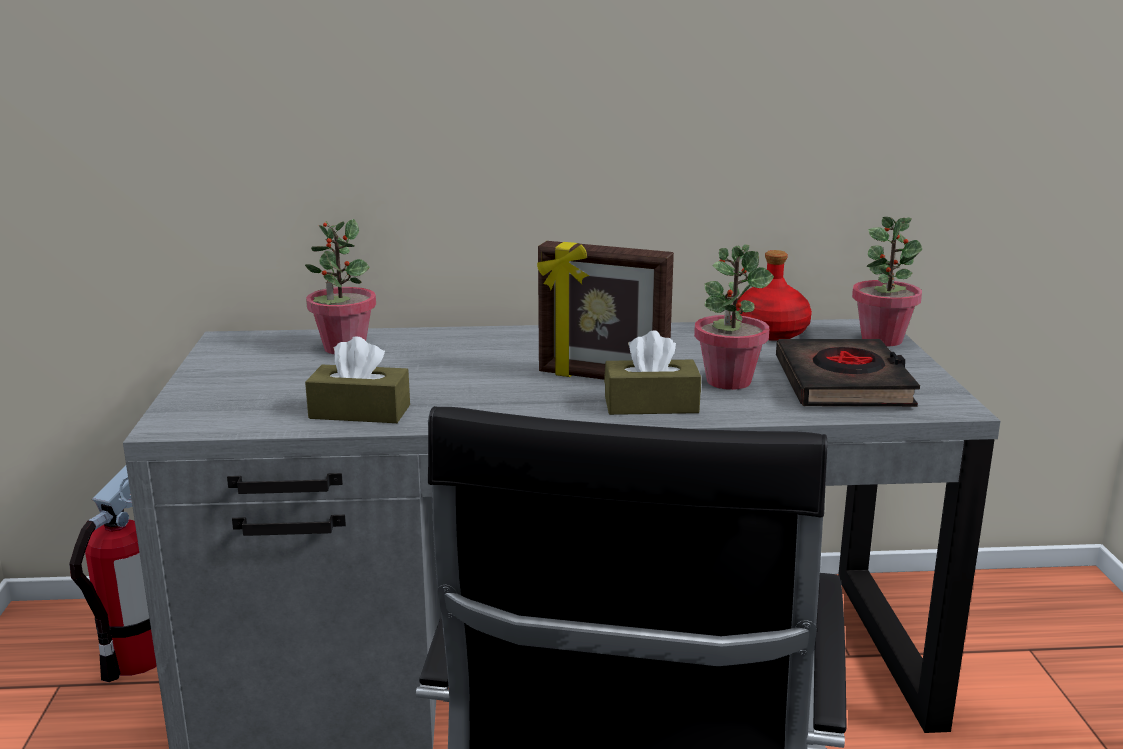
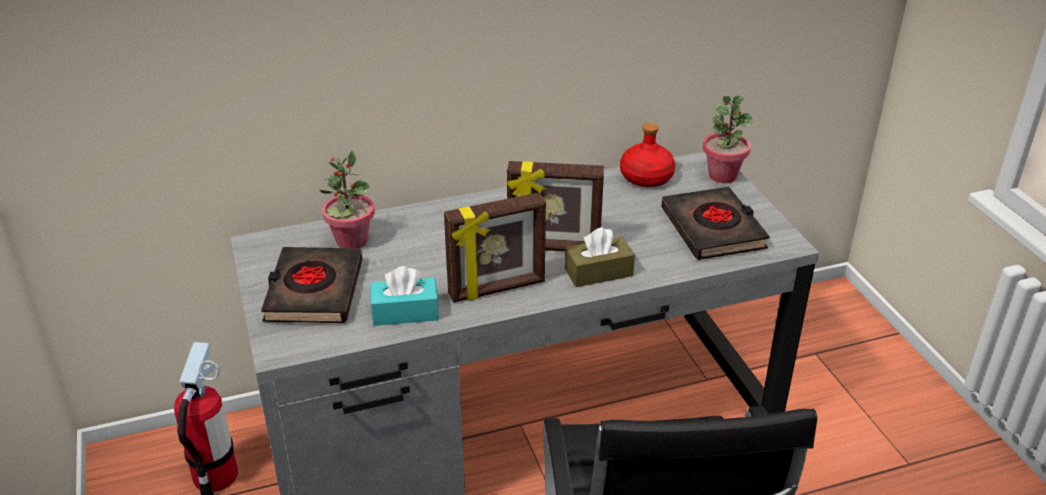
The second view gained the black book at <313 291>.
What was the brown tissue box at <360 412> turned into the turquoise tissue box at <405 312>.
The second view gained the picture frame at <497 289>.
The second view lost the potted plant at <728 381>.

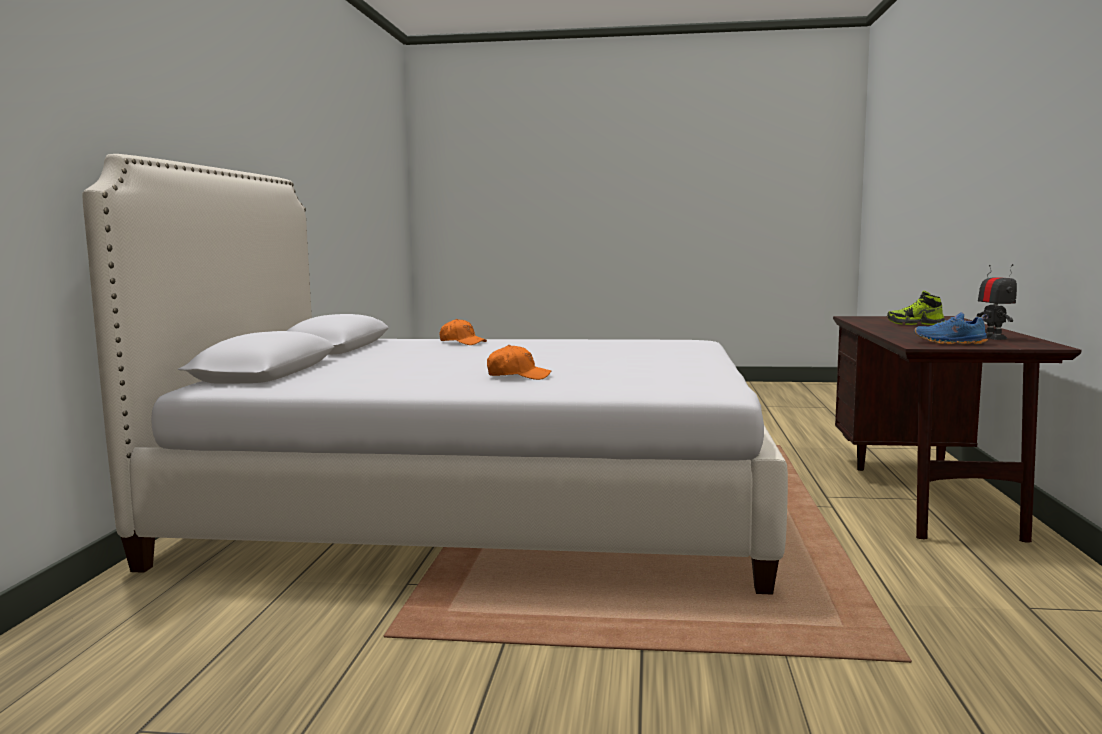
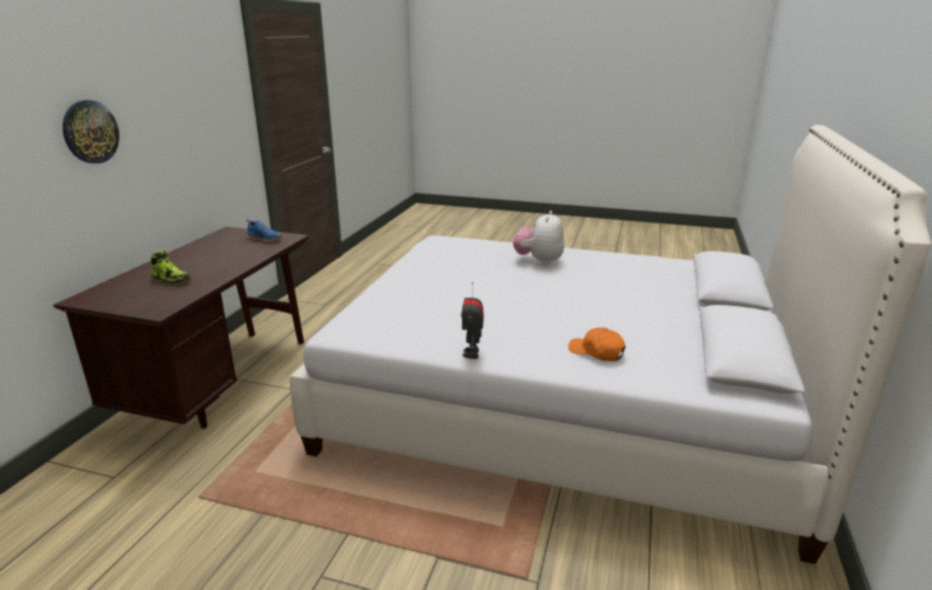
The second view gained the wall clock at <90 132>.
The toy robot ended up elsewhere, having gone from <994 338> to <472 353>.
Where the orange cap stood at <518 376>, the plush toy came to stand at <539 261>.

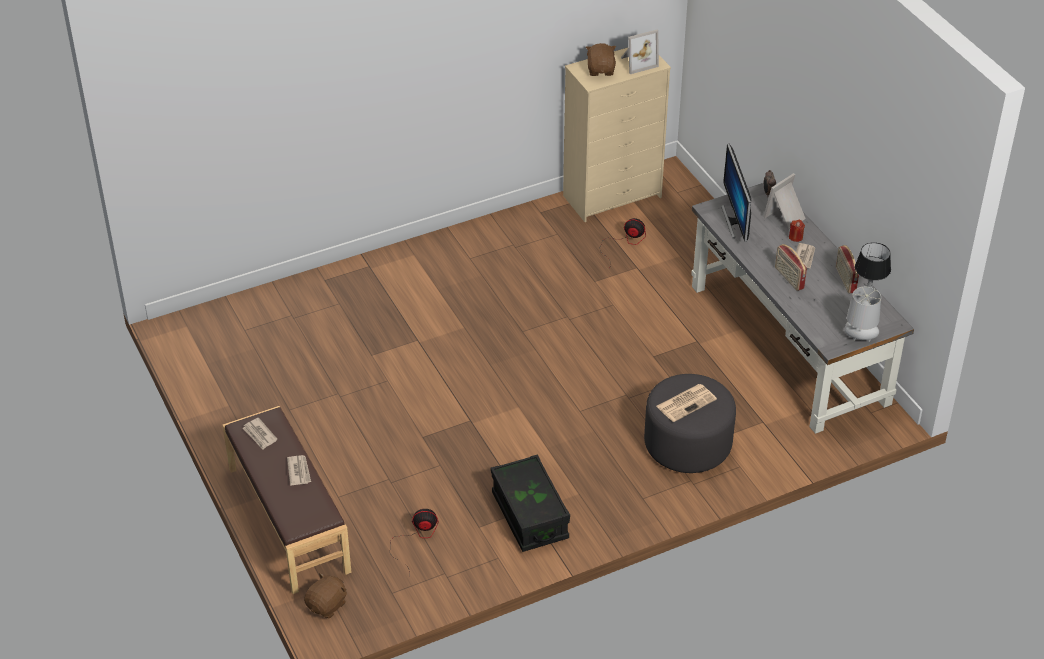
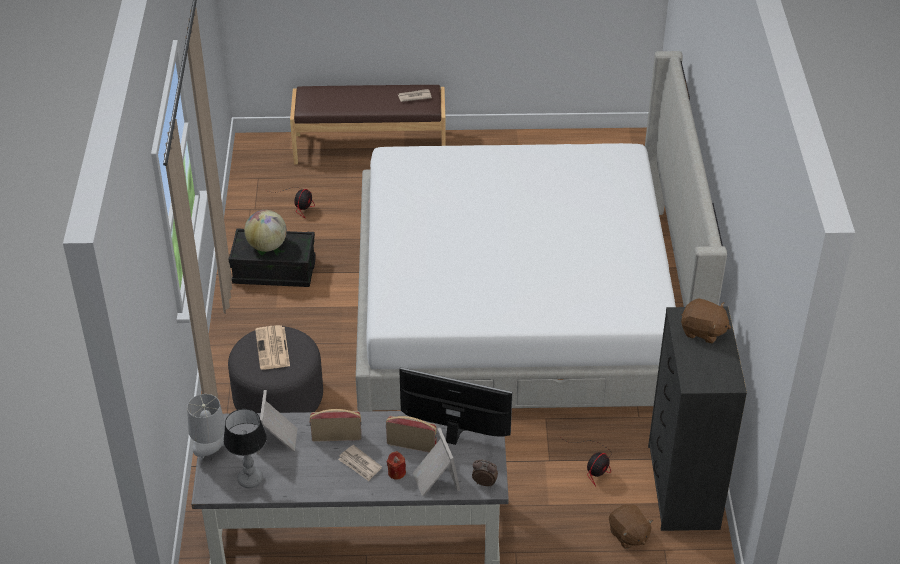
The second view gained the globe at <267 246>.
The picture frame ended up elsewhere, having gone from <637 62> to <278 439>.
The second view gained the bed at <521 308>.
The radio ended up elsewhere, having gone from <845 280> to <412 445>.
The brown plush toy ended up elsewhere, having gone from <327 605> to <628 535>.
What was the beige dresser at <613 196> turned into the black dresser at <683 488>.
The second view lost the newspaper at <299 471>.

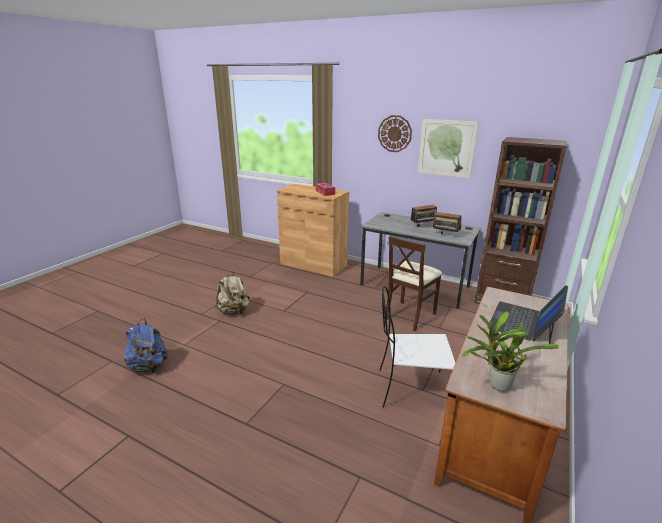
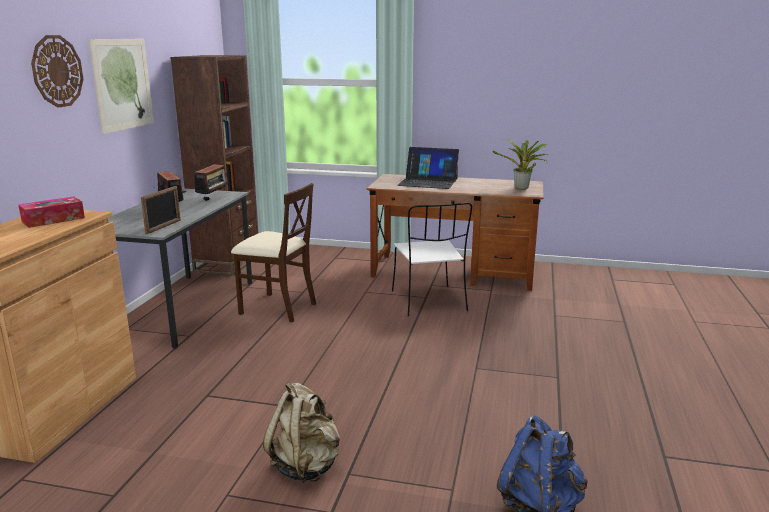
The second view gained the picture frame at <164 227>.

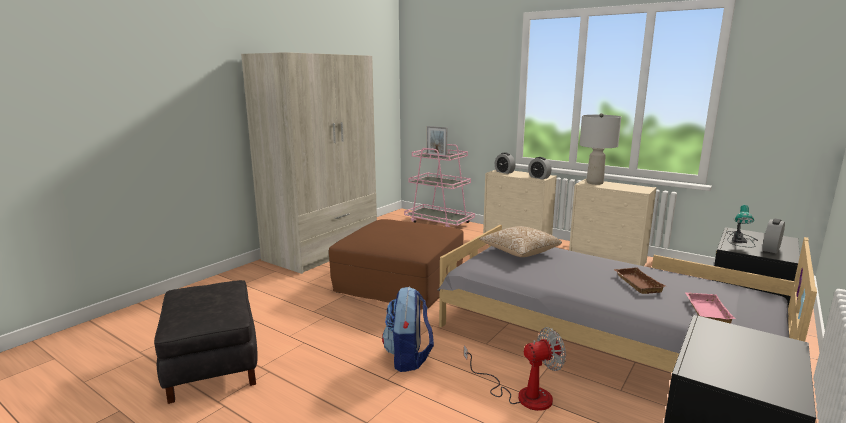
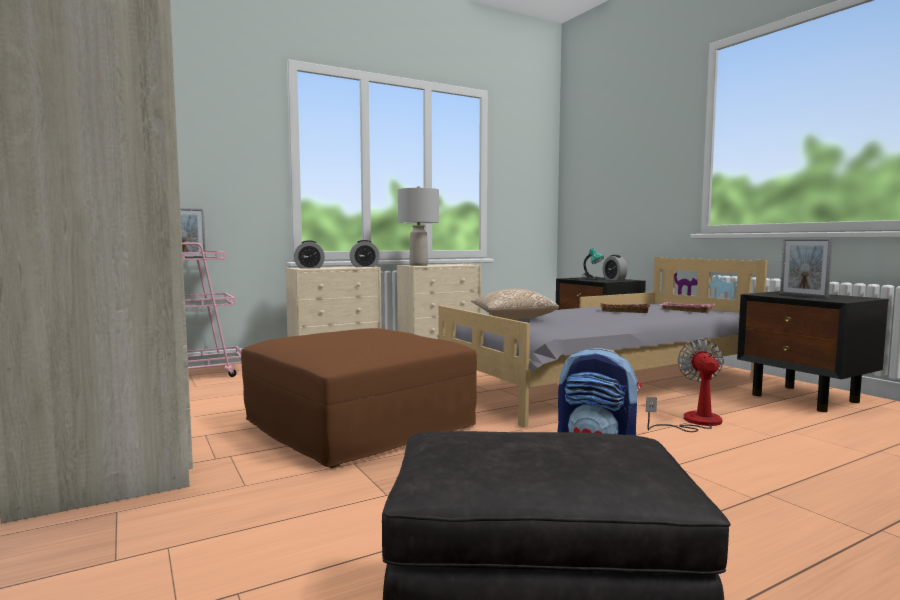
The second view gained the picture frame at <803 295>.

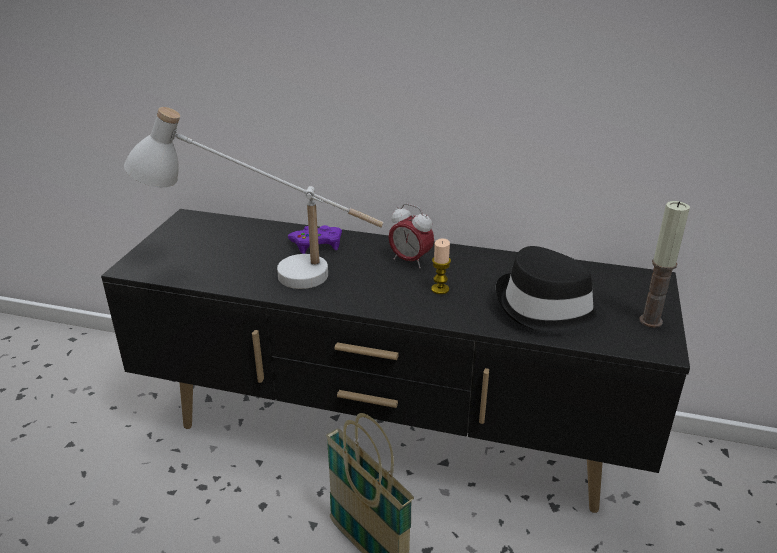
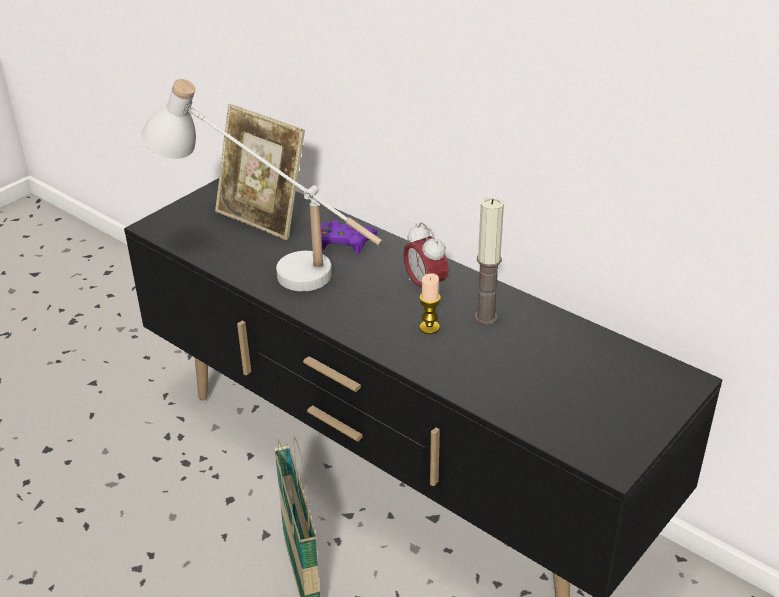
The second view gained the picture frame at <262 218>.
The candle ended up elsewhere, having gone from <650 321> to <486 317>.
The second view lost the black hat at <547 309>.

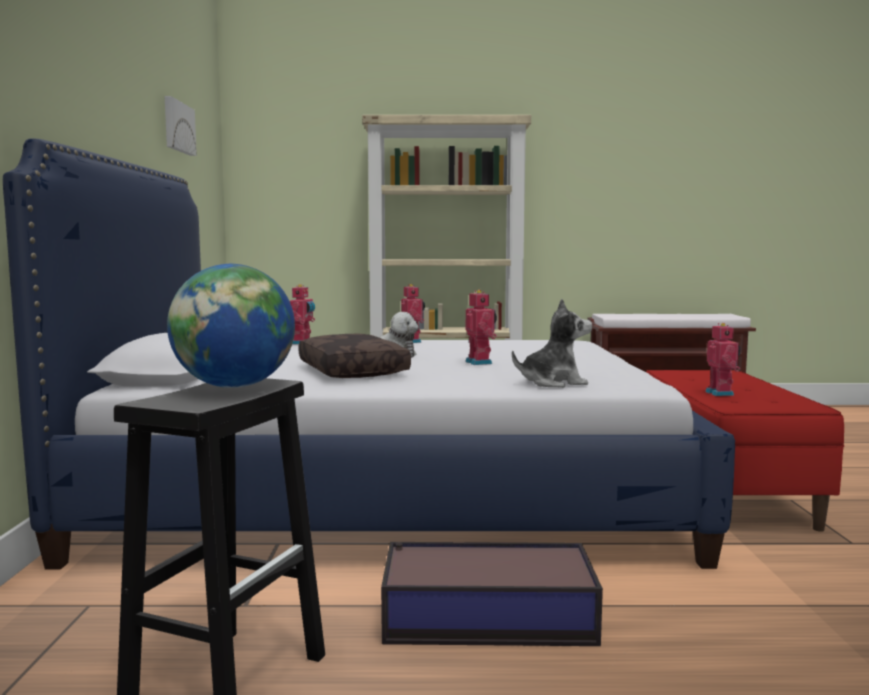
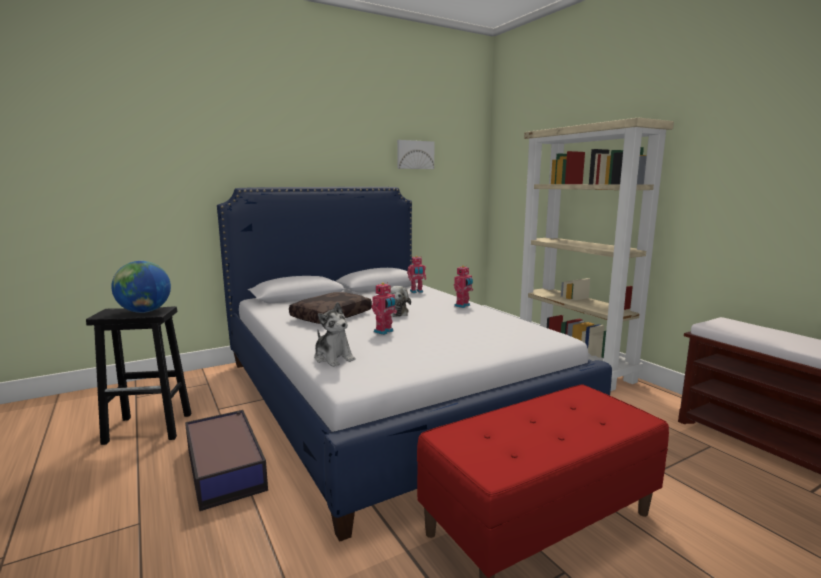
The second view lost the toy robot at <721 393>.

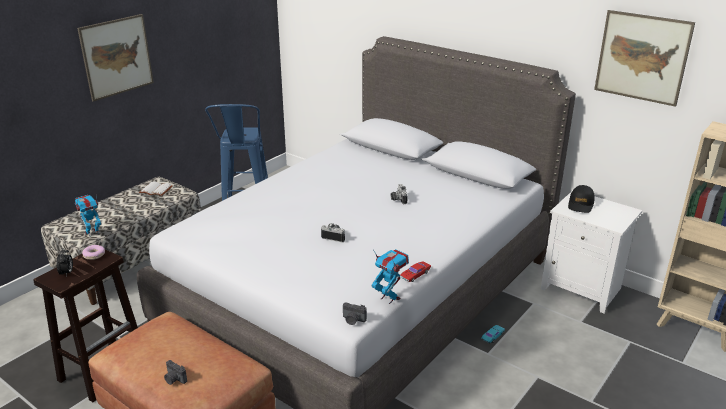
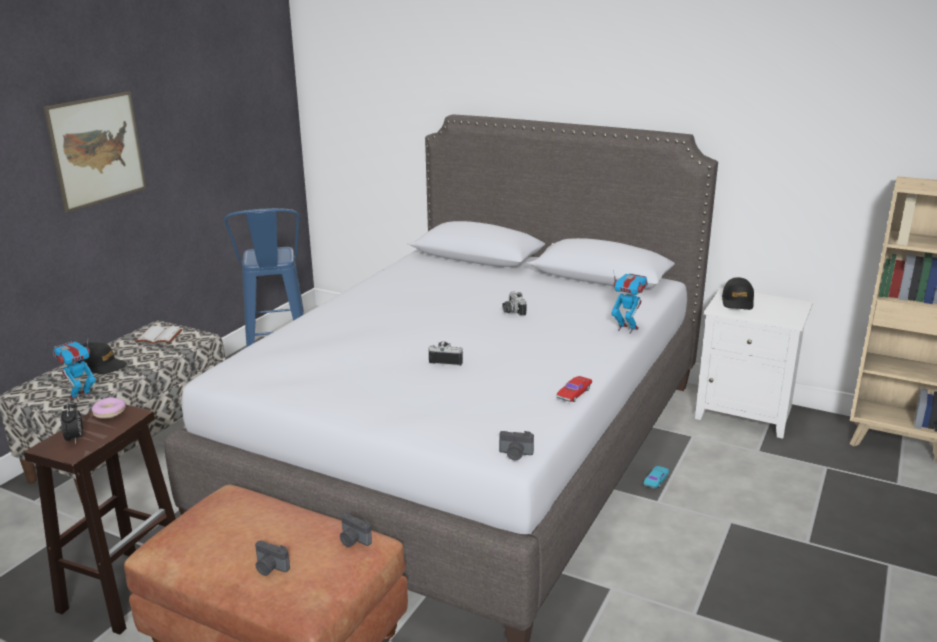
The second view gained the black cap at <100 365>.
The second view gained the photo camera at <353 540>.
The toy robot ended up elsewhere, having gone from <389 298> to <627 329>.
The second view lost the picture at <642 57>.

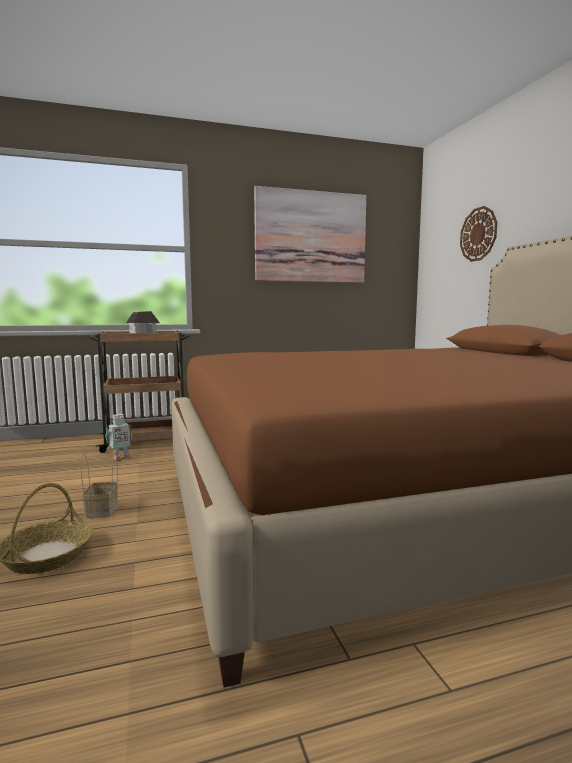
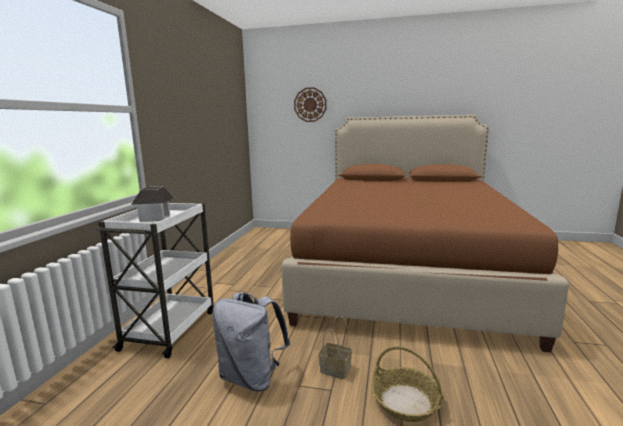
What was the brown cart at <146 442> turned into the white cart at <170 328>.
The second view gained the grey backpack at <251 377>.
The second view lost the toy robot at <120 457>.
The second view lost the picture at <311 237>.

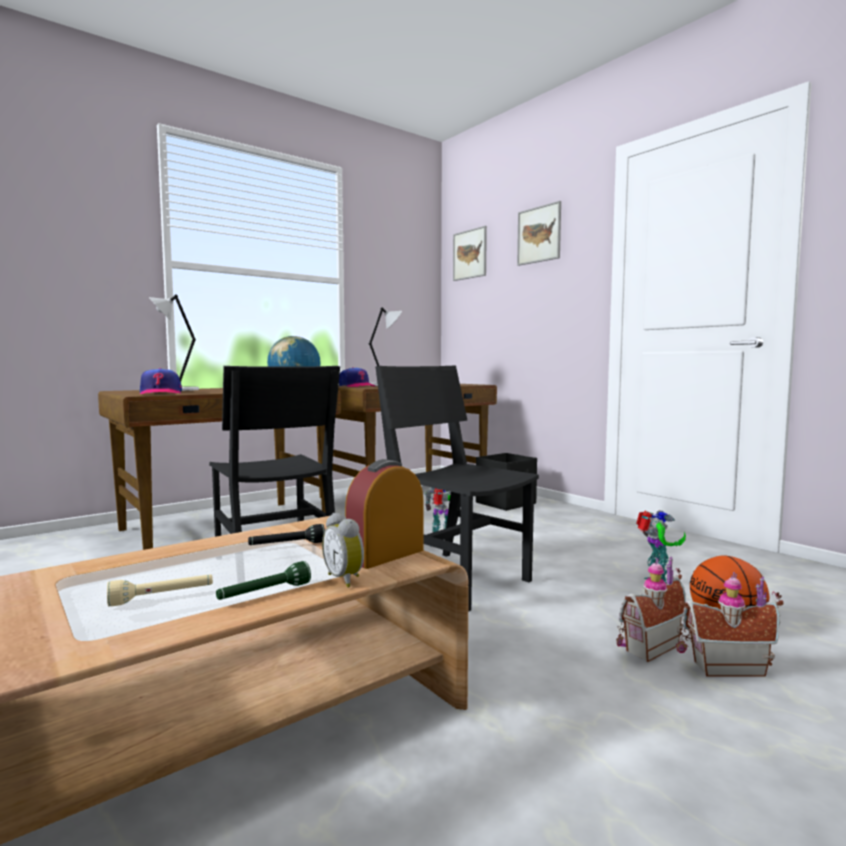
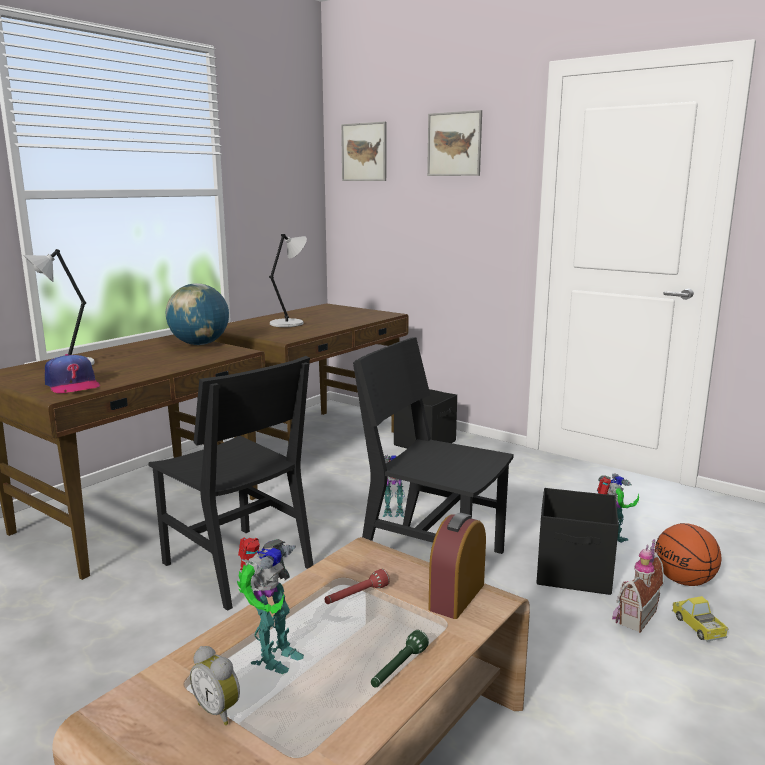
The alarm clock ended up elsewhere, having gone from <346 579> to <219 710>.
The second view gained the toy robot at <272 656>.
What was the black flashlight at <287 546> turned into the red flashlight at <356 596>.
The second view gained the black storage box at <575 573>.
Where the toy house stood at <724 666>, the toy truck came to stand at <698 627>.
The second view lost the beige flashlight at <162 598>.
The second view lost the cap at <356 386>.

